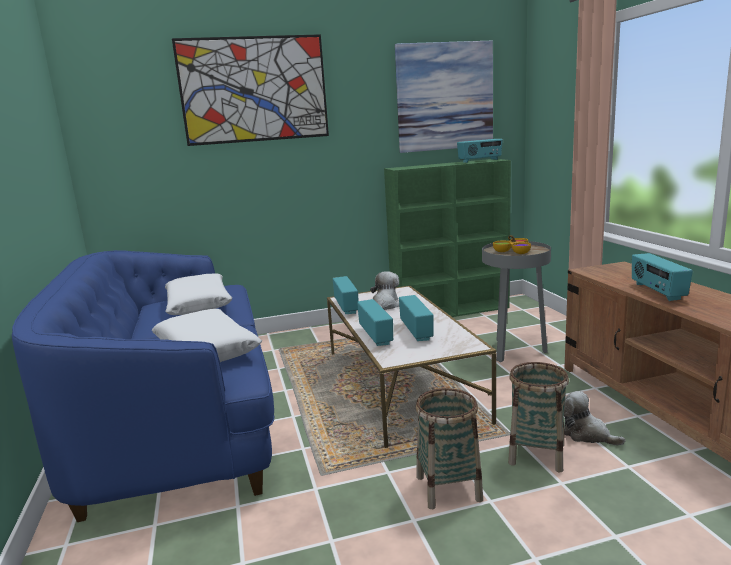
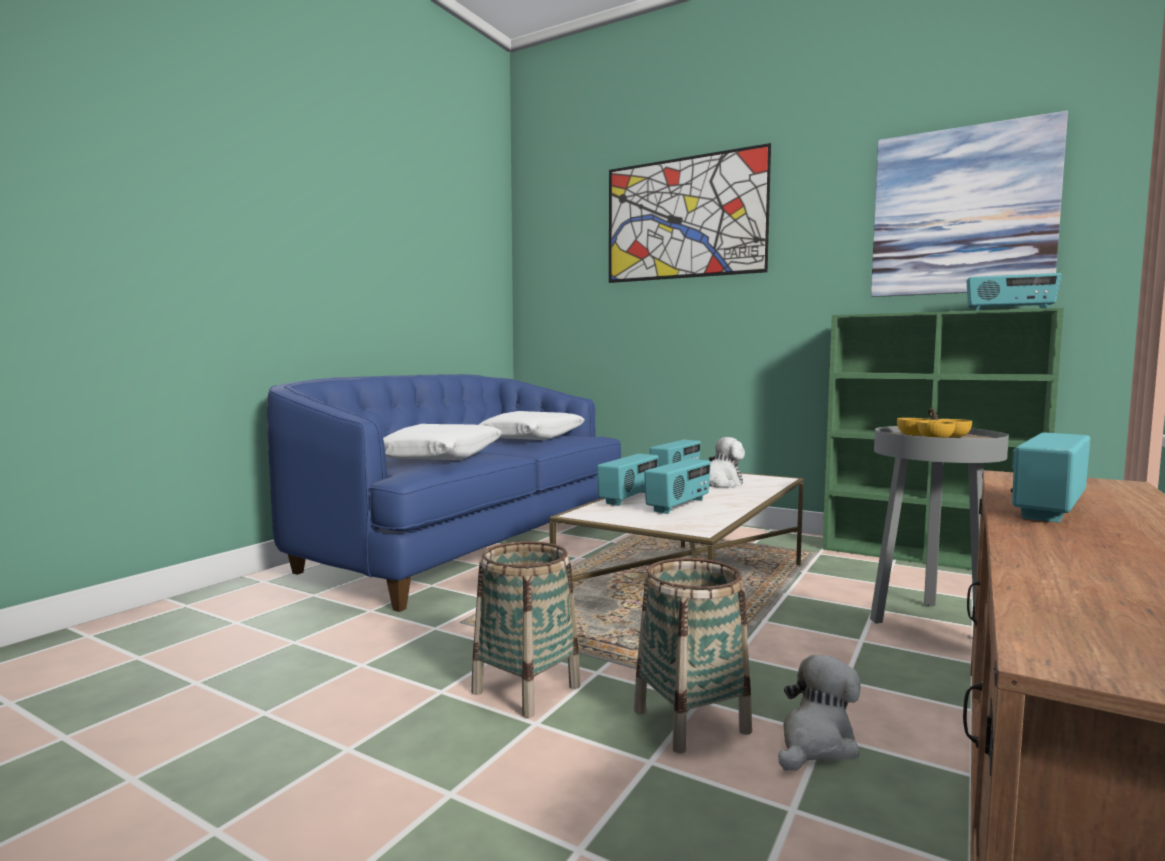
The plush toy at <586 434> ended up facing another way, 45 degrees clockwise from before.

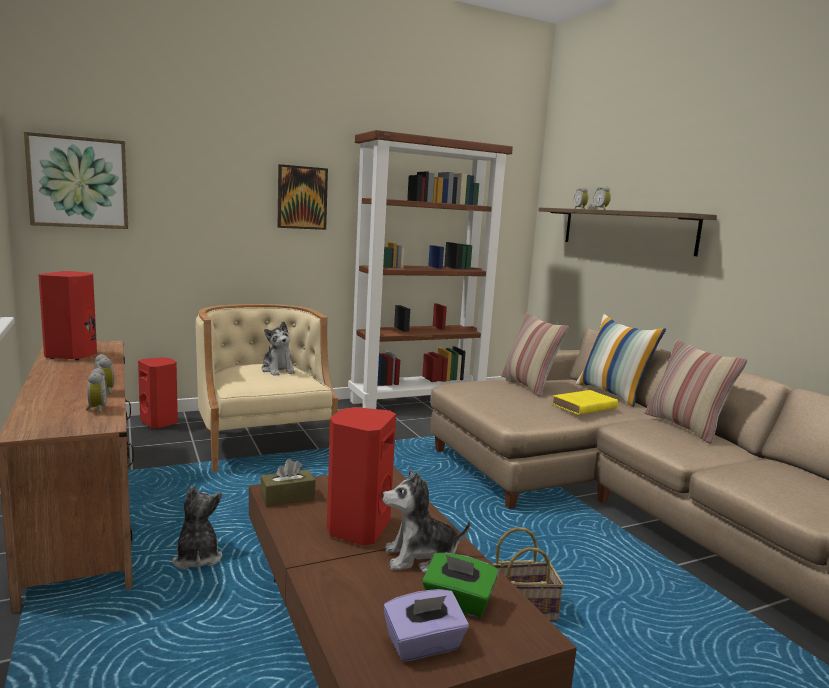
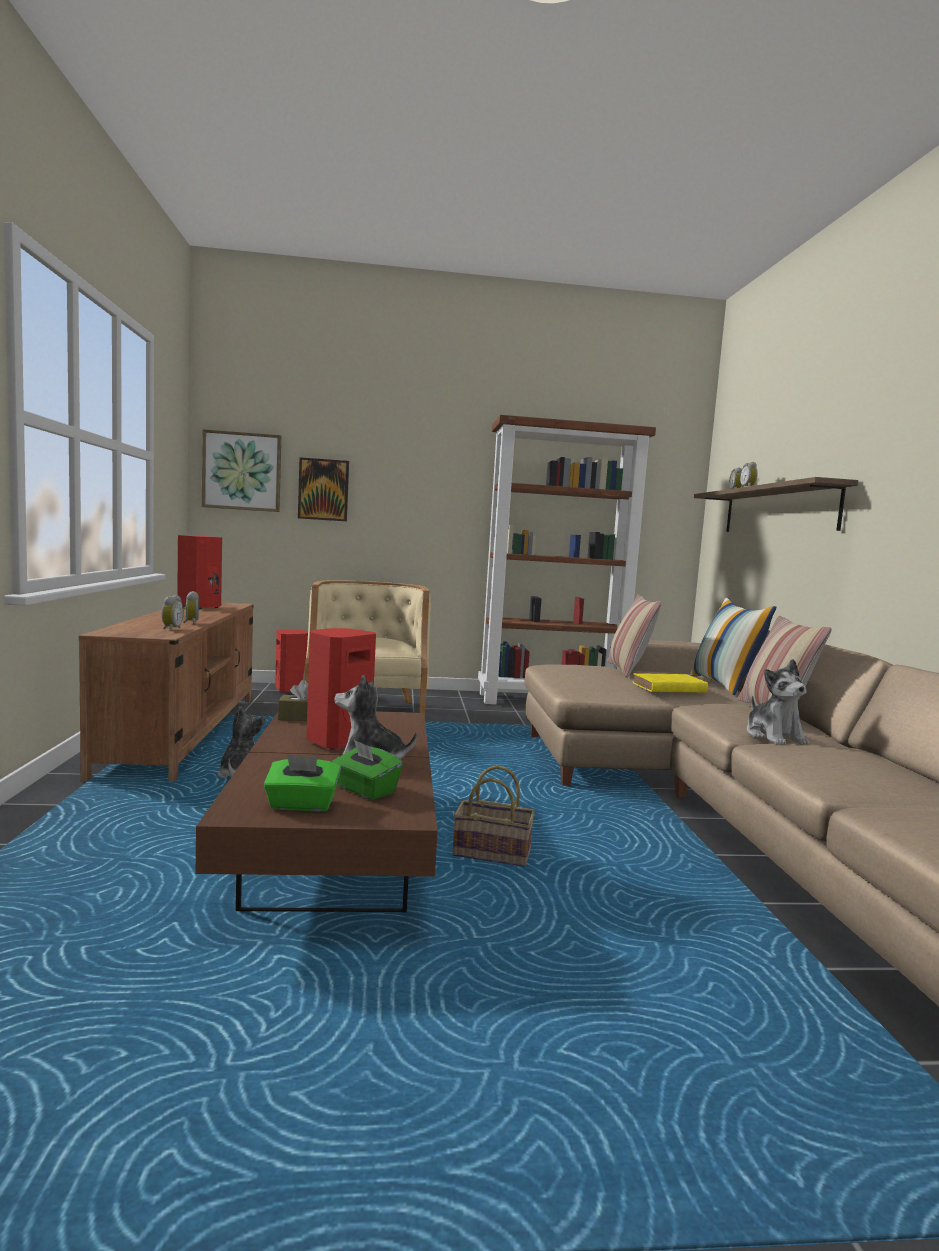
What was the purple tissue box at <424 645> turned into the green tissue box at <302 805>.
The picture ended up elsewhere, having gone from <302 197> to <323 489>.
The plush toy ended up elsewhere, having gone from <278 370> to <774 736>.

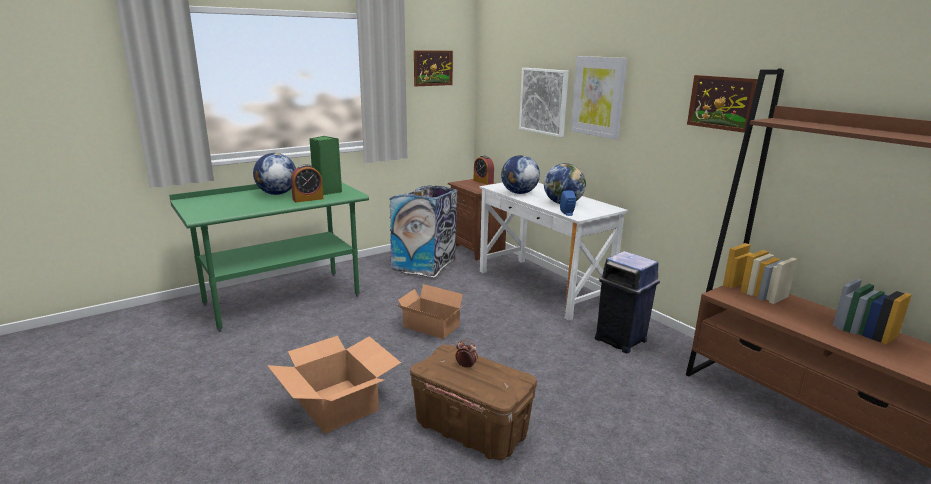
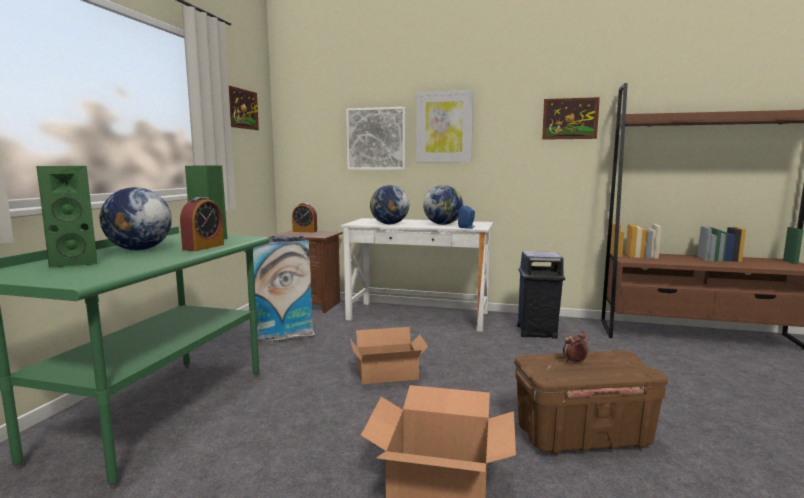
The second view gained the green speaker at <77 262>.

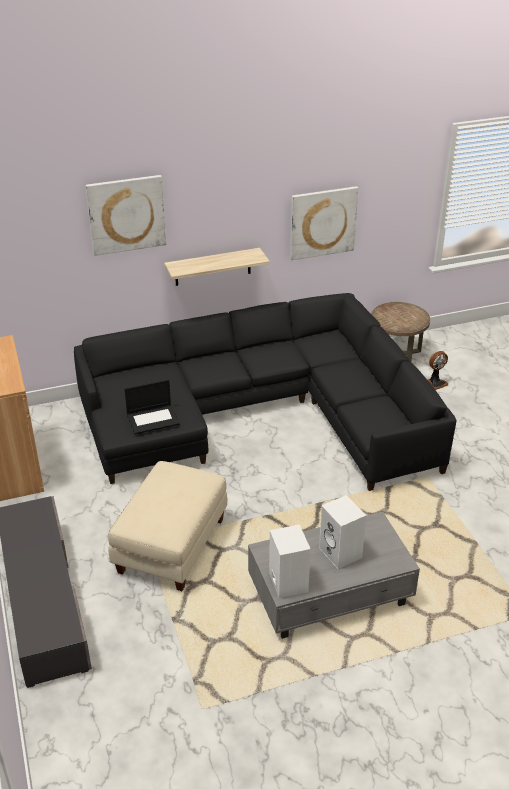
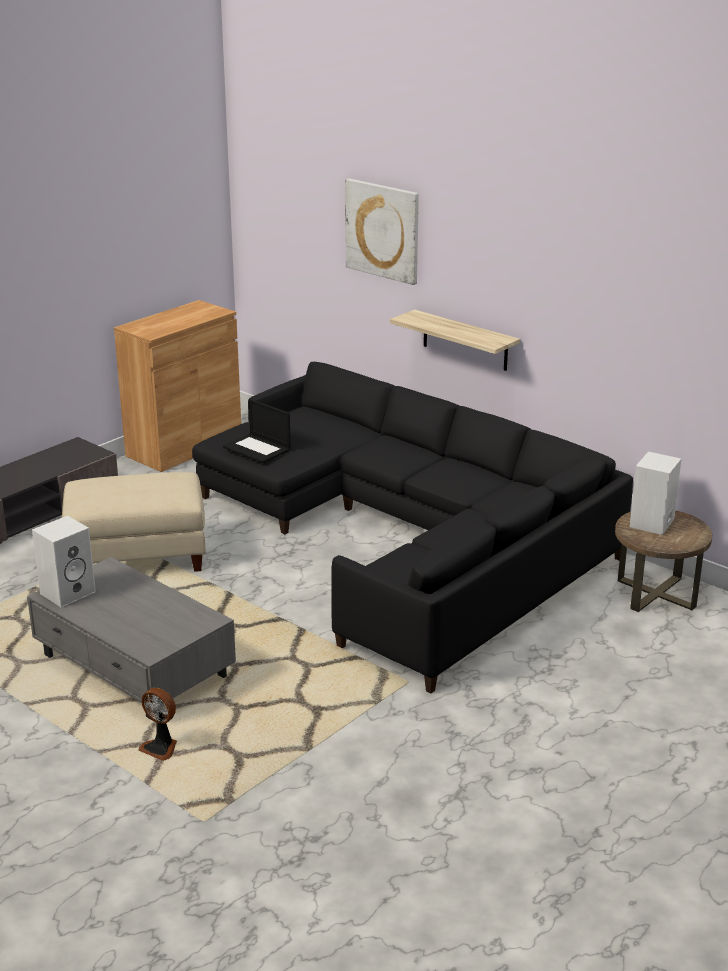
The fan ended up elsewhere, having gone from <435 383> to <161 748>.
The white speaker ended up elsewhere, having gone from <341 553> to <652 523>.
The second view lost the picture at <322 222>.

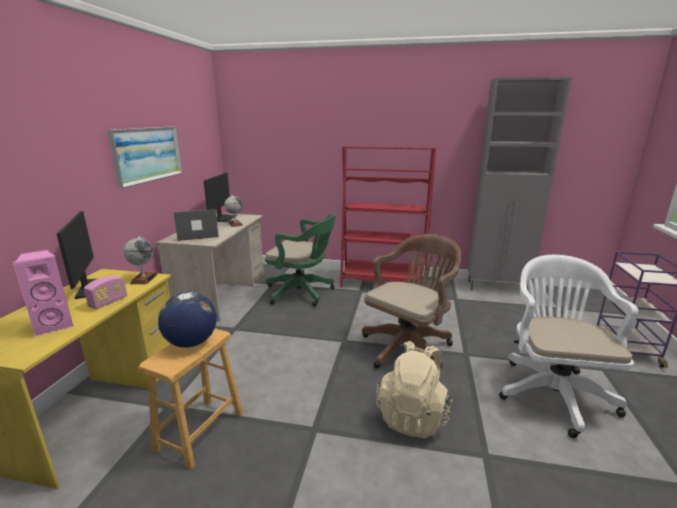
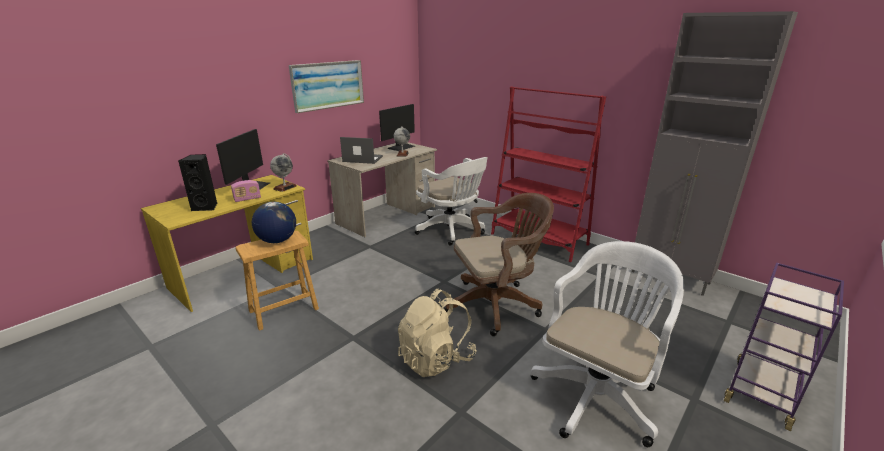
What was the pink speaker at <55 325> turned into the black speaker at <206 207>.
What was the green office chair at <302 293> turned into the white office chair at <452 231>.

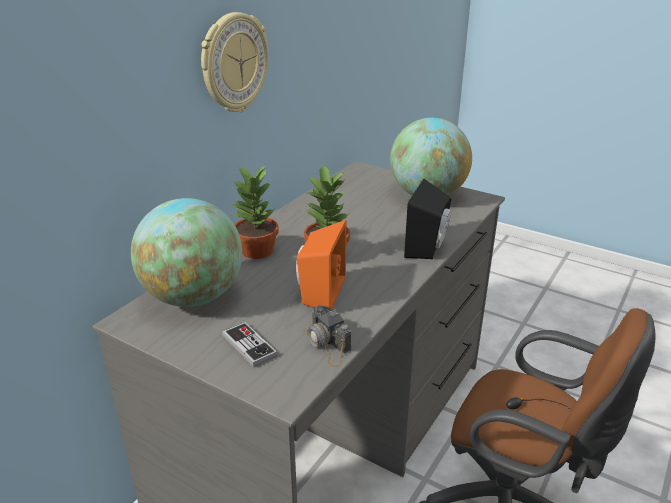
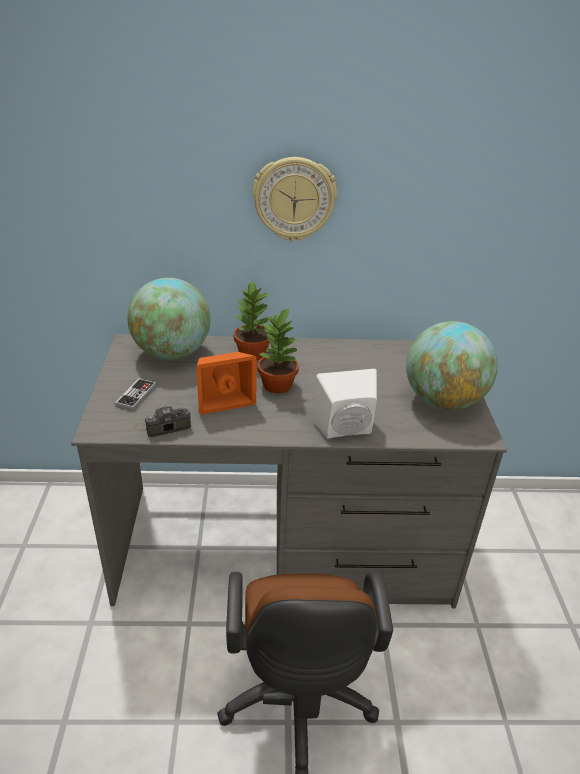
The photo camera at <327 343> ended up facing another way, 45 degrees clockwise from before.
What was the black speaker at <429 247> turned into the white speaker at <346 431>.

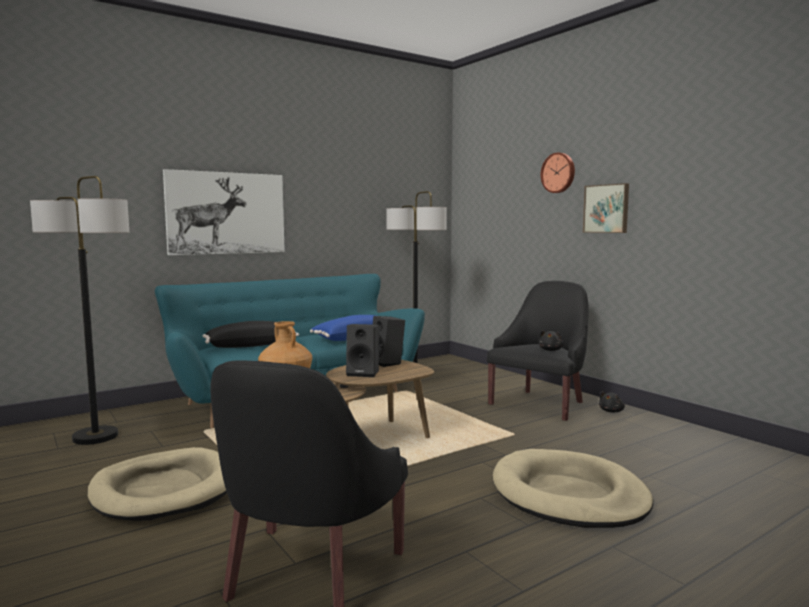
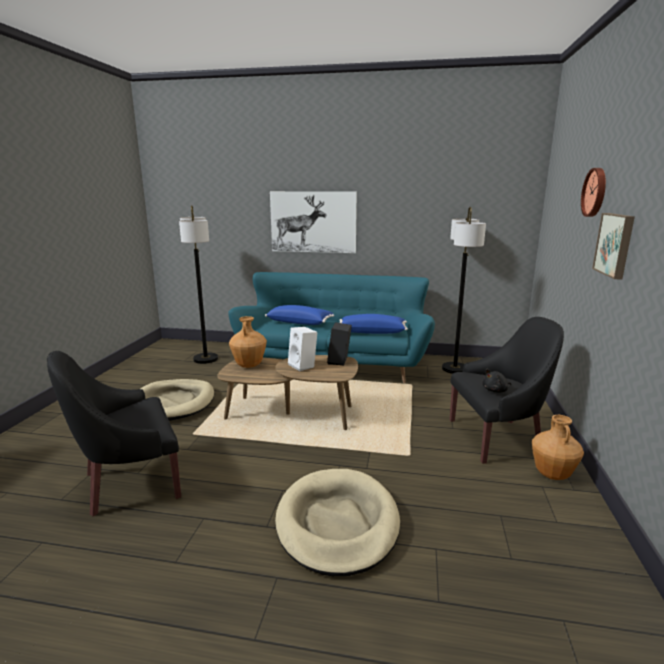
What was the black pillow at <251 345> turned into the blue pillow at <300 322>.
What was the black speaker at <364 373> turned into the white speaker at <303 366>.
Where the black plush toy stood at <611 411>, the brown vase came to stand at <552 475>.

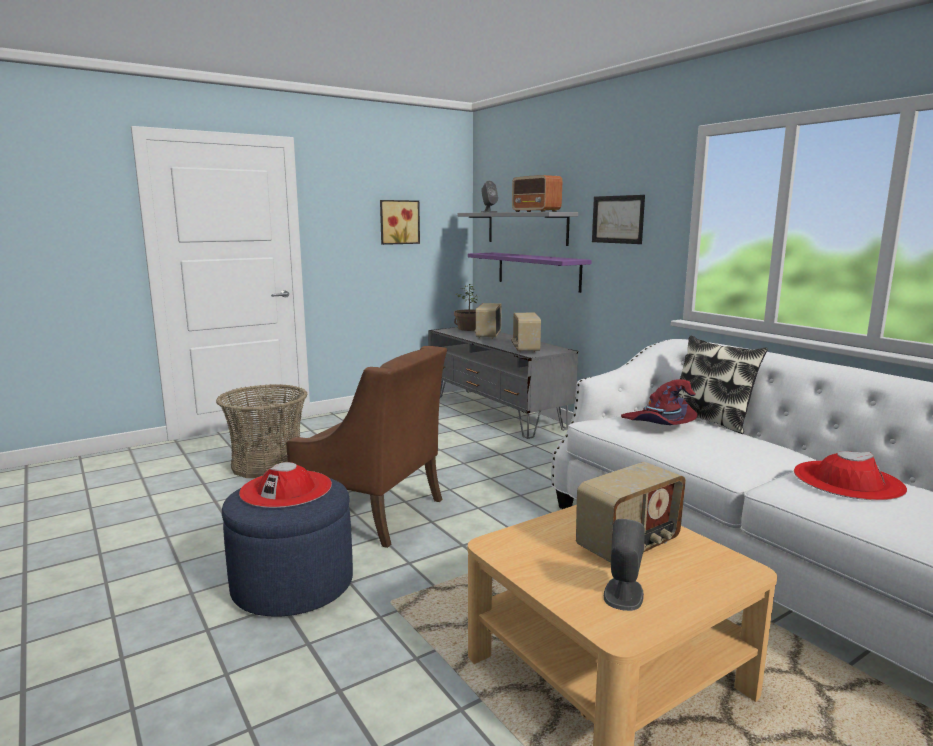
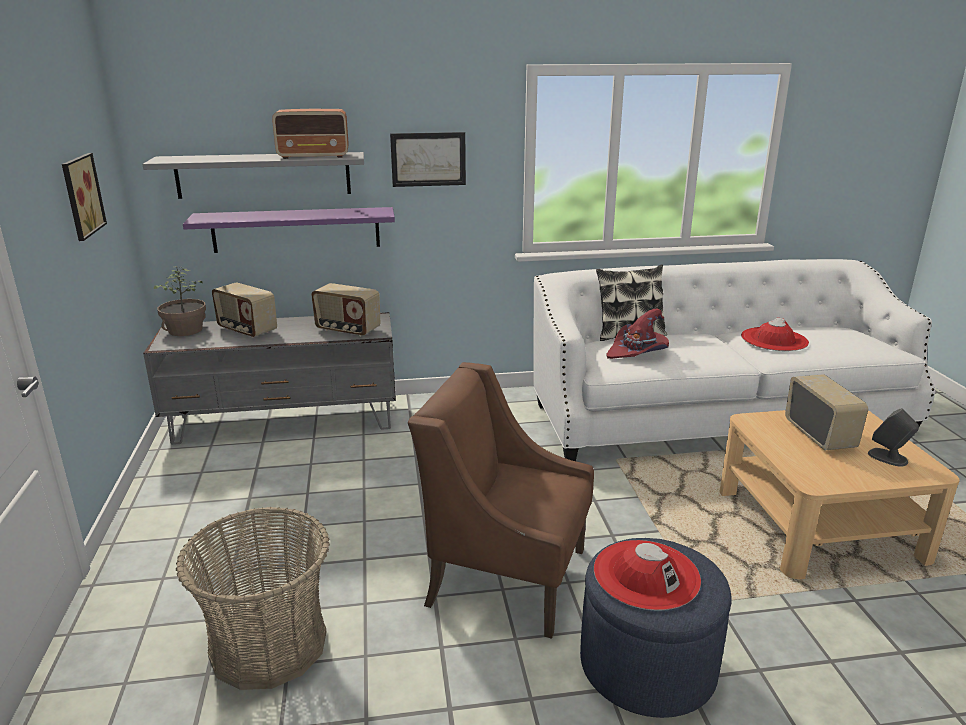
The brown armchair at <373 512> ended up facing another way, 120 degrees counterclockwise from before.
The second view lost the grey speaker at <488 212>.

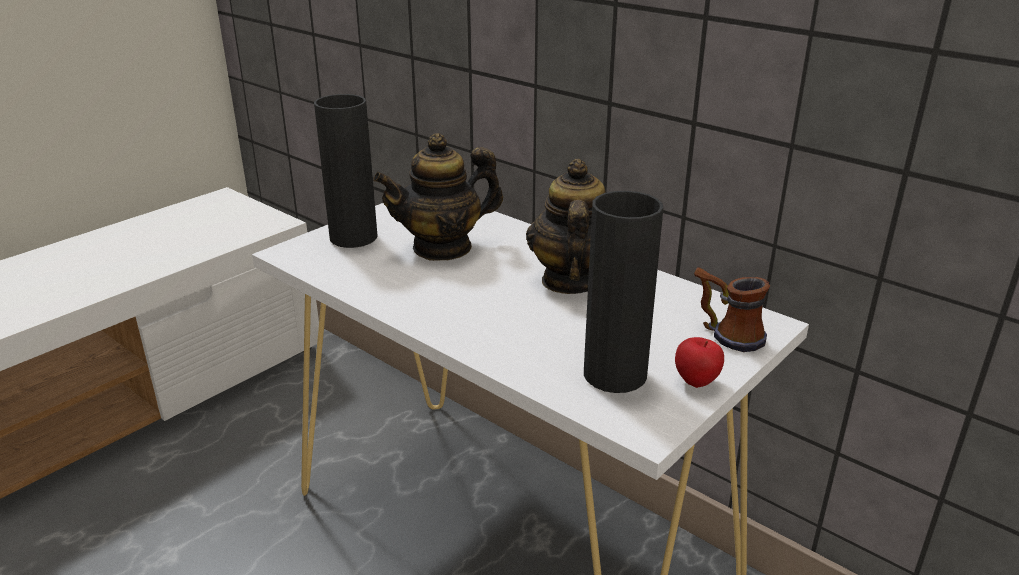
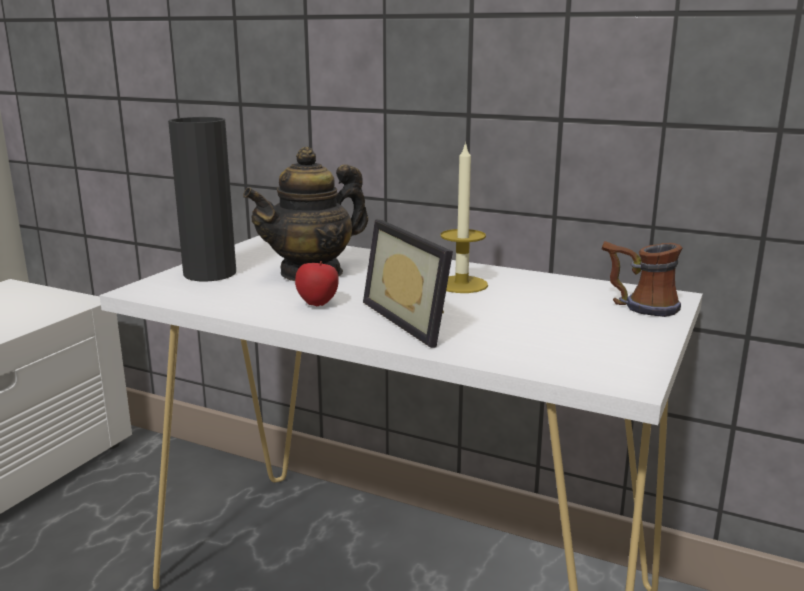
The apple ended up elsewhere, having gone from <697 382> to <318 305>.
The second view gained the picture frame at <417 320>.
Where the teapot stood at <572 280>, the candle came to stand at <461 284>.
The second view lost the black vase at <614 374>.

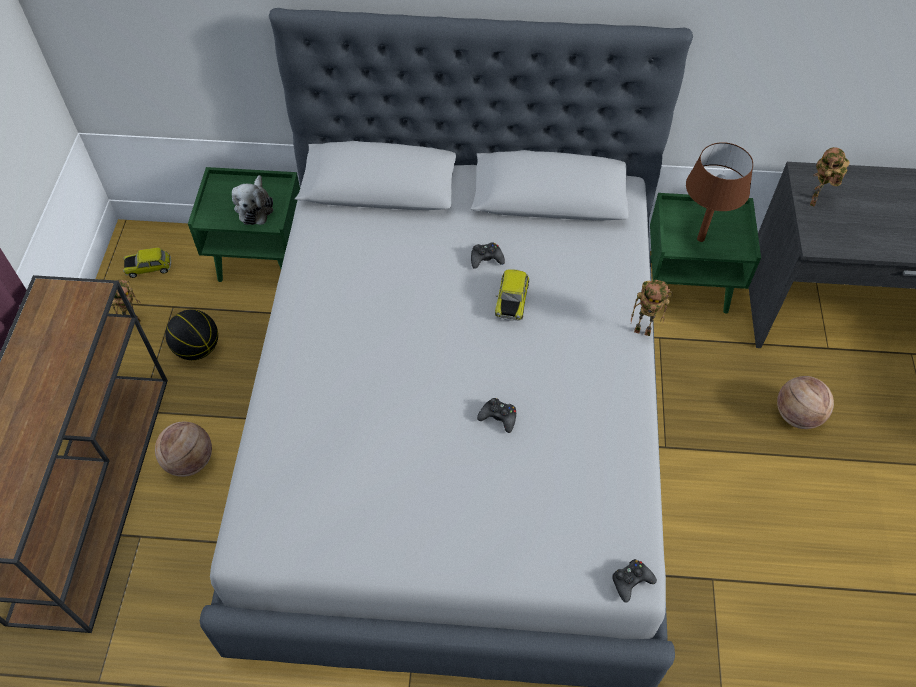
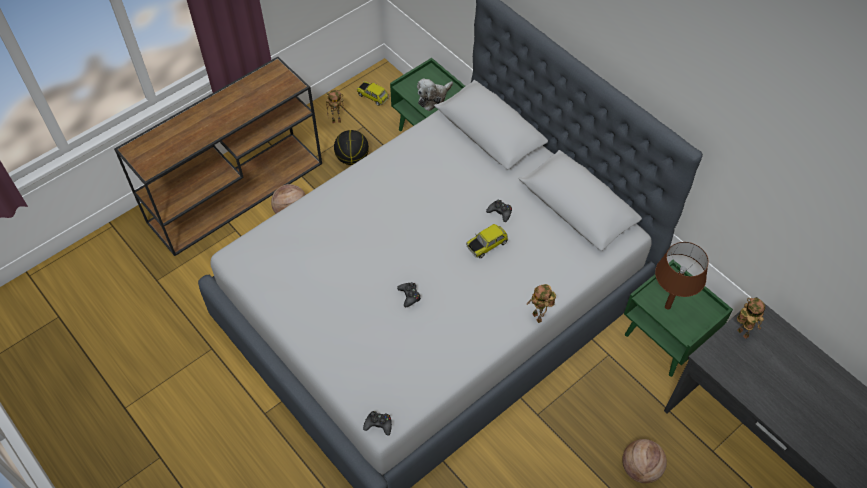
The toy robot at <815 202> ended up facing another way, 75 degrees clockwise from before.

